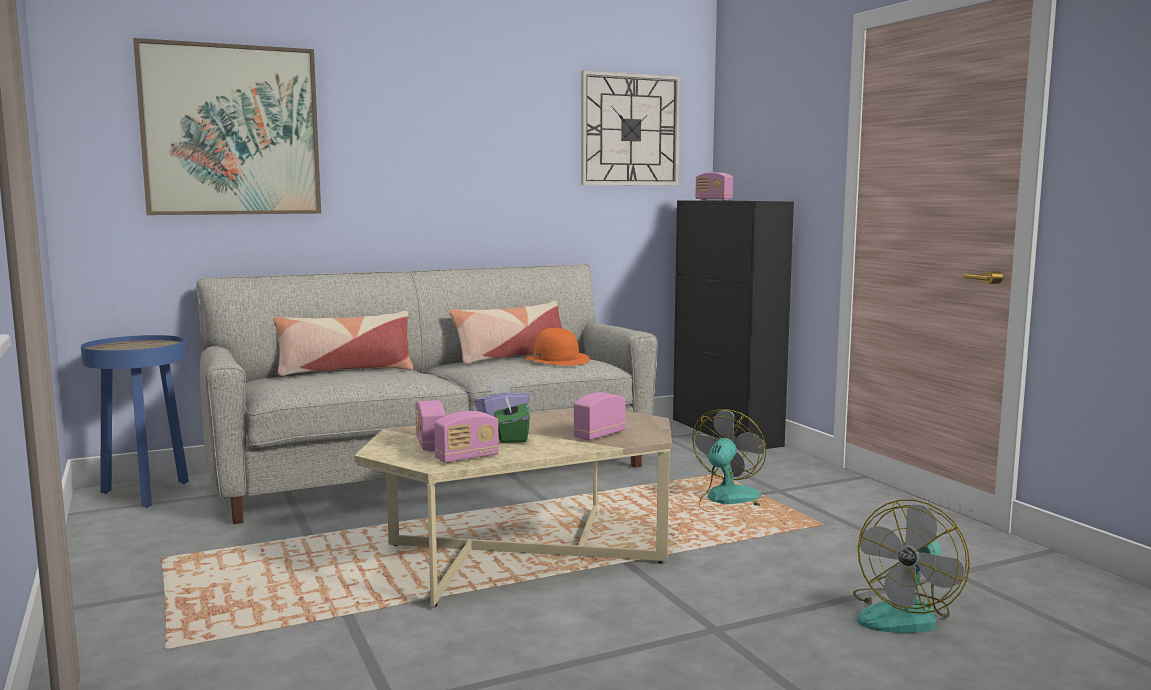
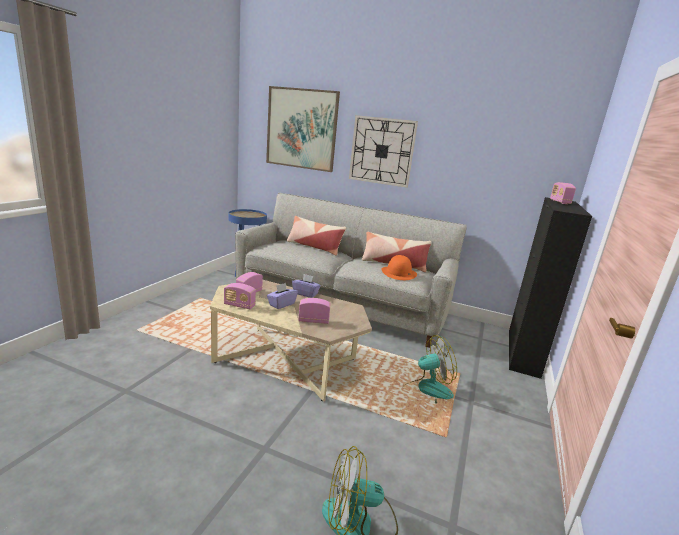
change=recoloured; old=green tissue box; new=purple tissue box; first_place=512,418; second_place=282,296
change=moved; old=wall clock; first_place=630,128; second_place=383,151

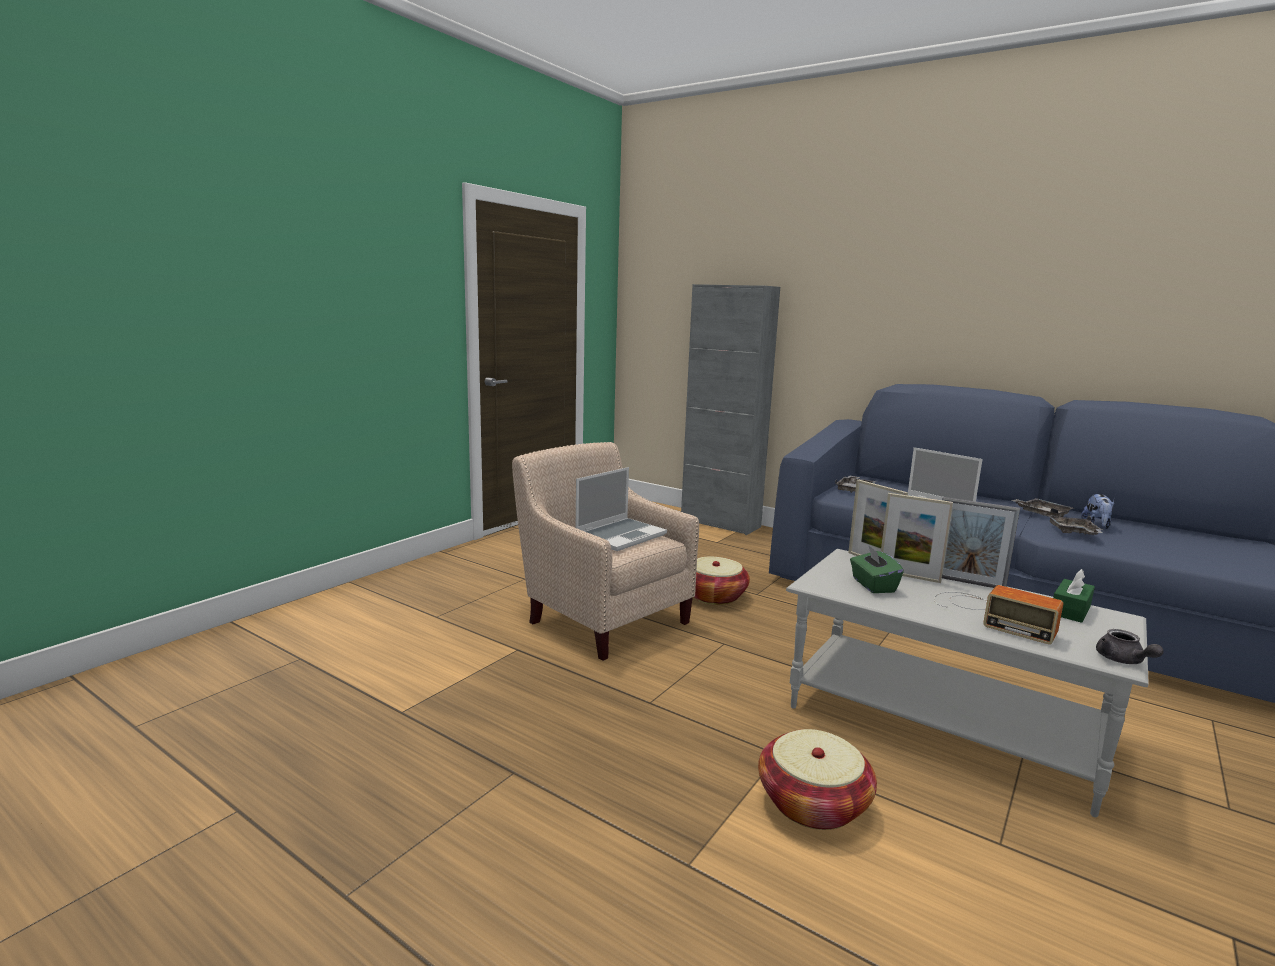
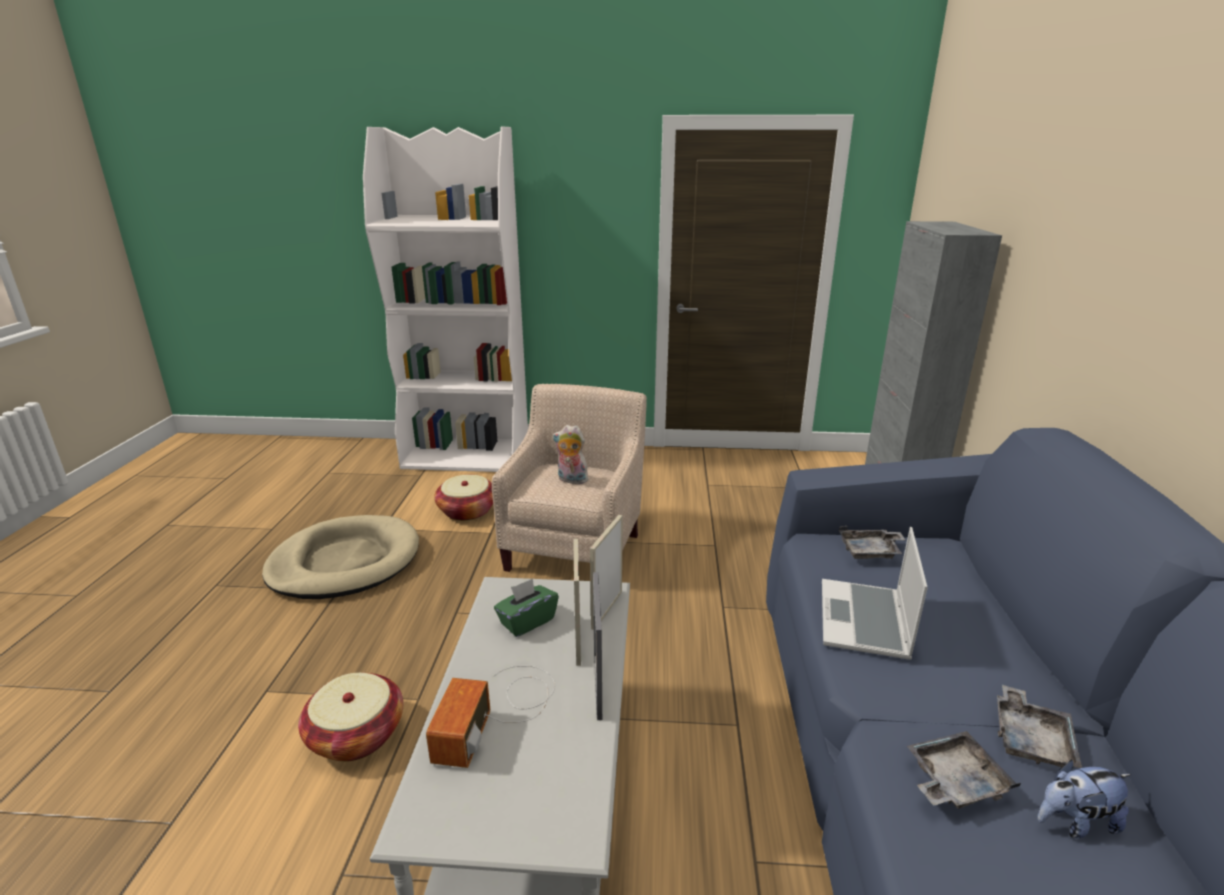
change=added; new=beige dog bed; second_place=340,557
change=added; new=white bookcase; second_place=445,299
change=moved; old=basket; first_place=721,581; second_place=463,498
change=replaced; old=laptop; new=plush toy; first_place=621,509; second_place=570,454
change=removed; old=green tissue box; first_place=1074,596
change=removed; old=grey teapot; first_place=1130,646

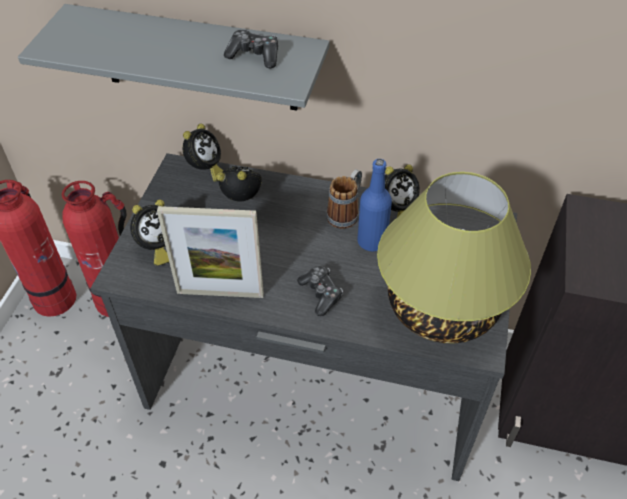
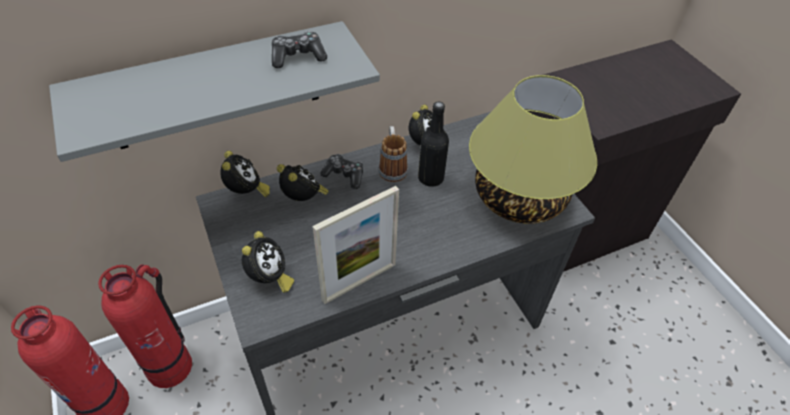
change=turned; old=alarm clock; first_place=239,184; second_place=303,182; degrees=75
change=moved; old=game controller; first_place=320,291; second_place=341,171
change=recoloured; old=blue bottle; new=black bottle; first_place=374,205; second_place=433,144

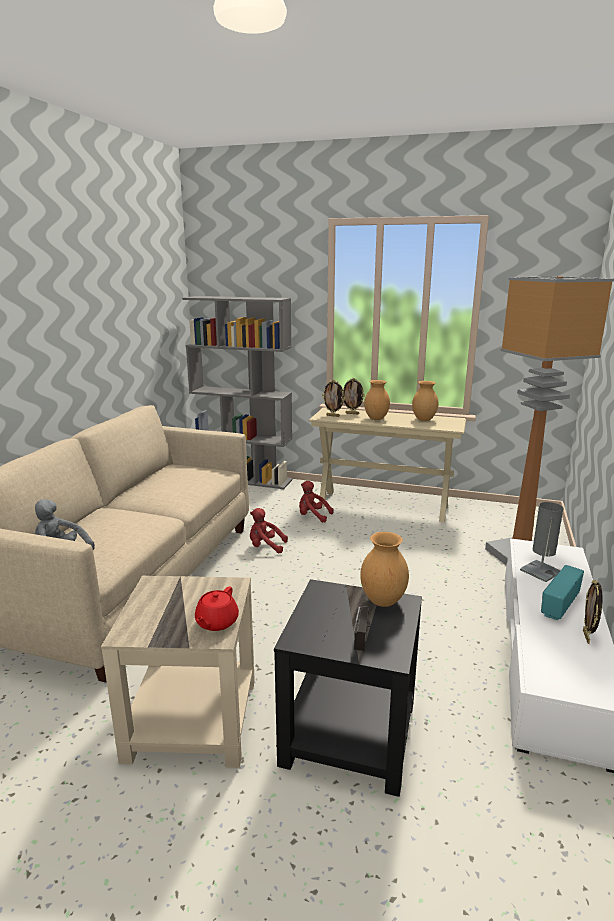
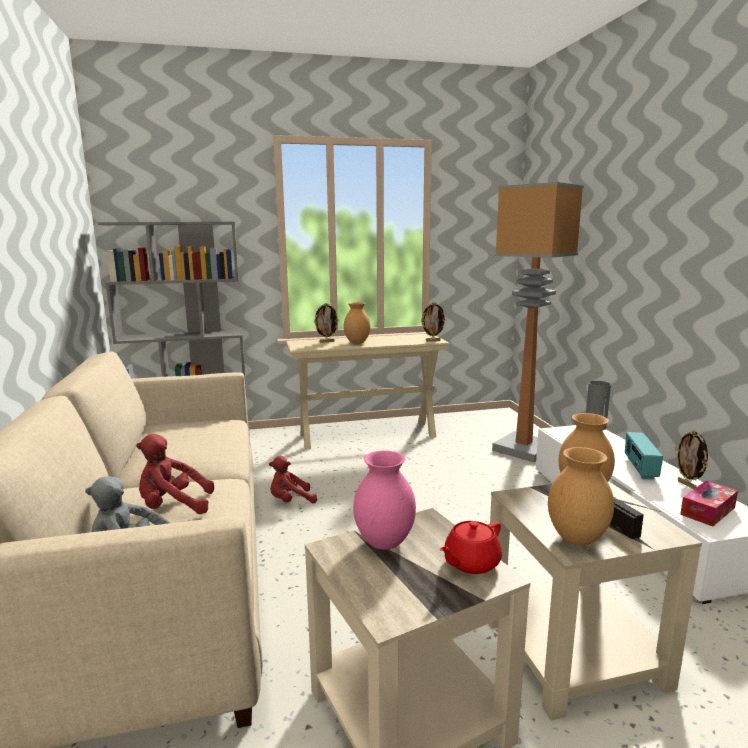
change=moved; old=red plush toy; first_place=316,501; second_place=175,474
change=added; new=pink vase; second_place=384,500
change=moved; old=picture frame; first_place=333,398; second_place=434,321
change=turned; old=red teapot; first_place=217,608; second_place=471,547; degrees=60
change=recoloured; old=black side table; new=beige side table; first_place=348,688; second_place=595,601
change=moved; old=brown vase; first_place=425,401; second_place=581,496
change=added; new=tissue box; second_place=709,503

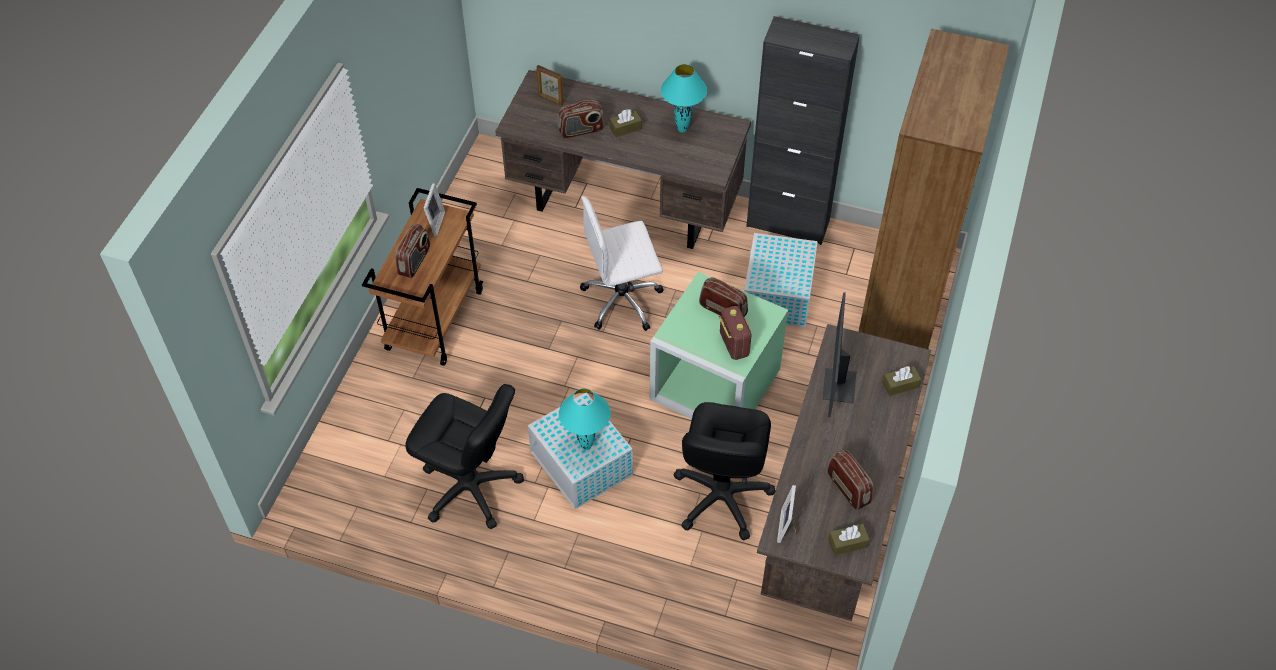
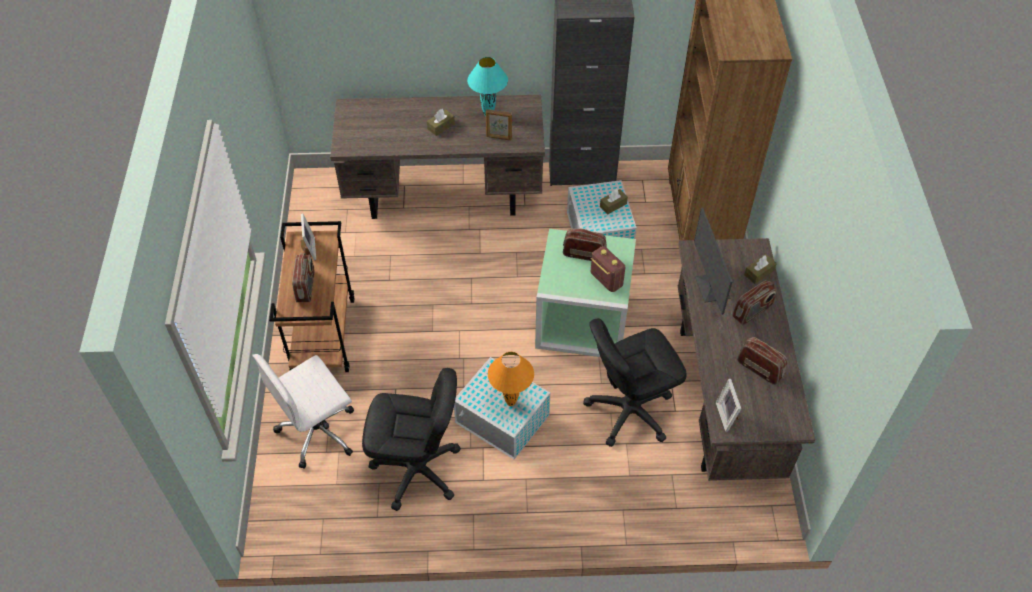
change=moved; old=white office chair; first_place=622,263; second_place=303,411
change=moved; old=picture frame; first_place=550,85; second_place=499,124
change=recoloured; old=turquoise table lamp; new=orange table lamp; first_place=585,419; second_place=511,379
change=turned; old=black office chair; first_place=724,471; second_place=635,382; degrees=75
change=moved; old=brown tissue box; first_place=849,539; second_place=614,201
change=moved; old=radio; first_place=581,119; second_place=754,302

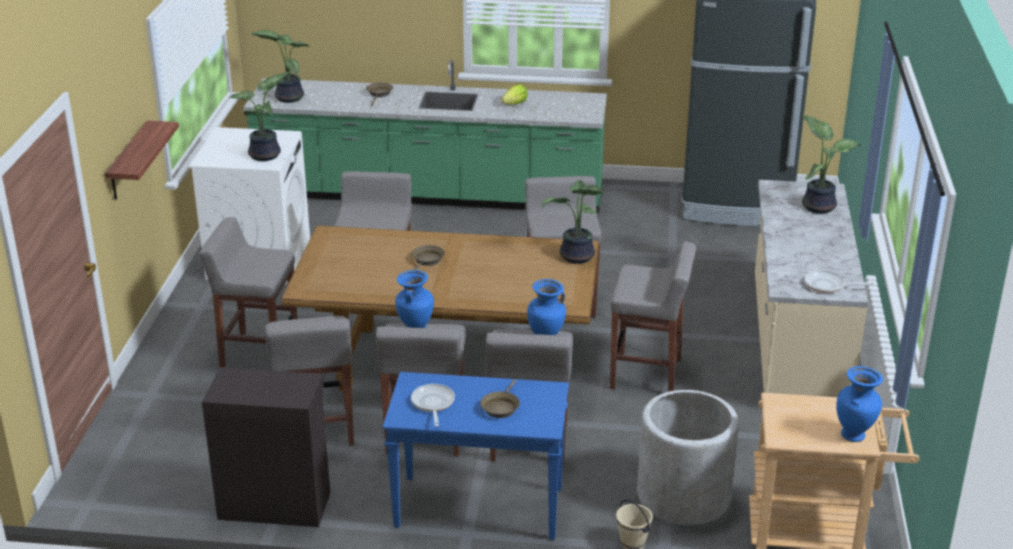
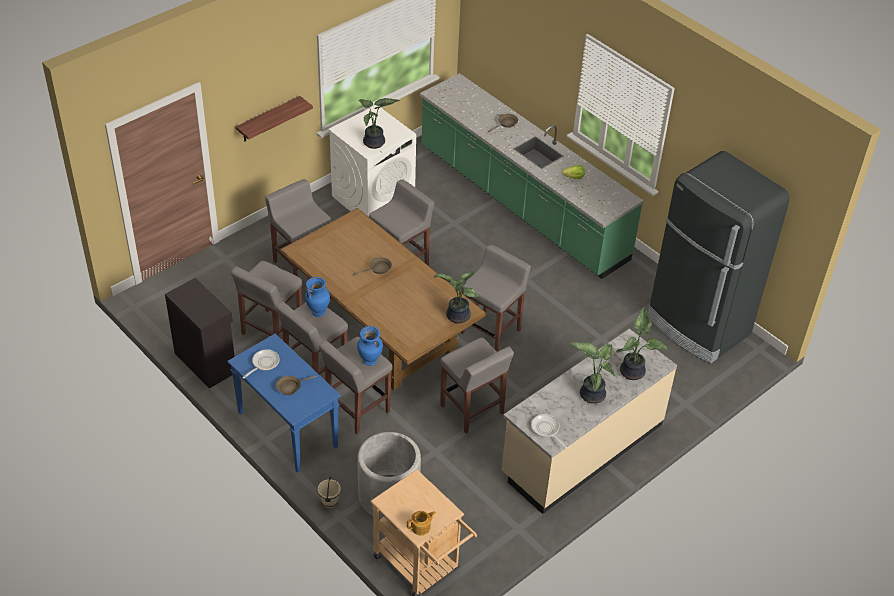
change=replaced; old=blue vase; new=teapot; first_place=859,404; second_place=421,523
change=moved; old=potted plant; first_place=280,66; second_place=592,373

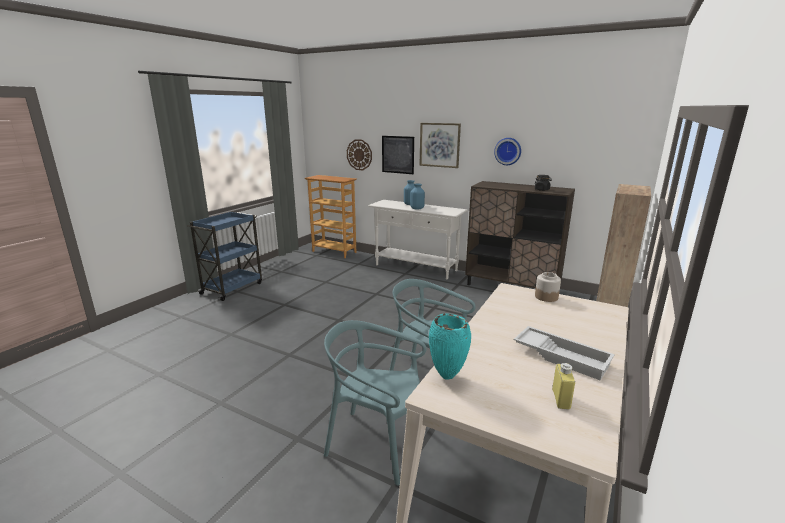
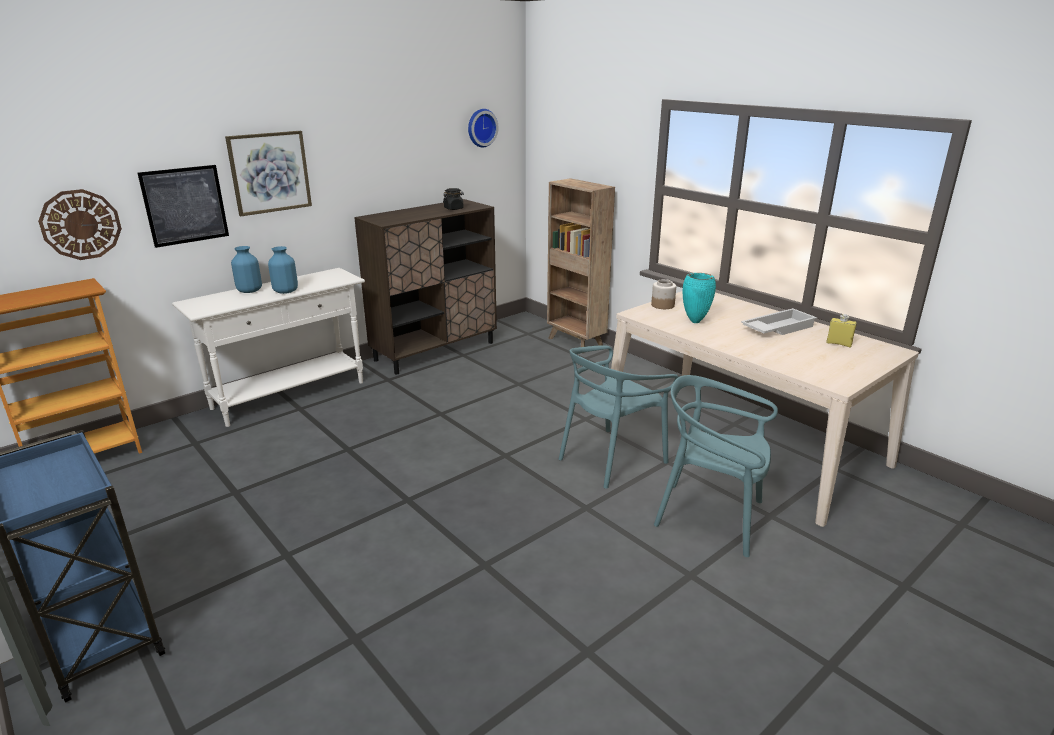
change=moved; old=wall clock; first_place=507,151; second_place=483,128
change=turned; old=turquoise chair; first_place=375,402; second_place=716,466; degrees=75
change=moved; old=turquoise vase; first_place=450,346; second_place=699,298

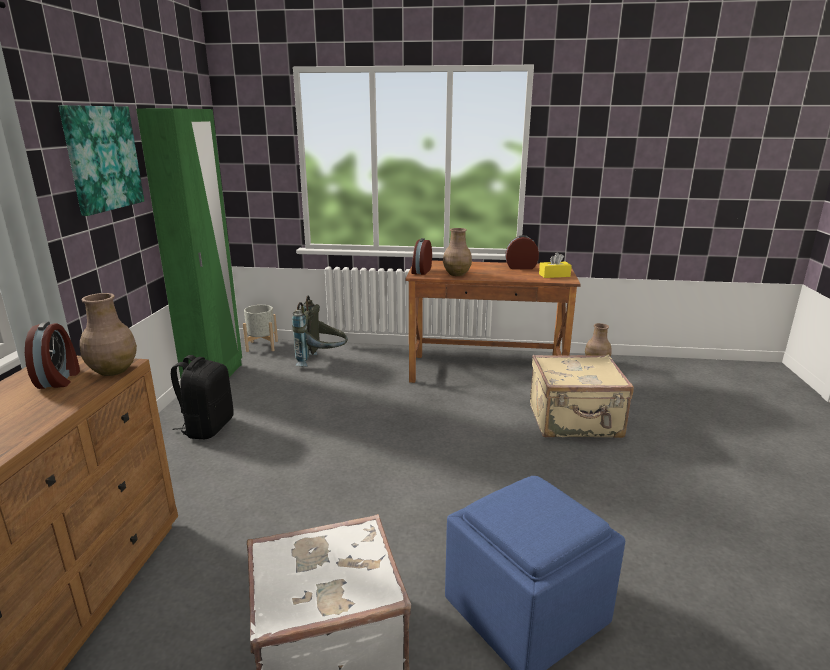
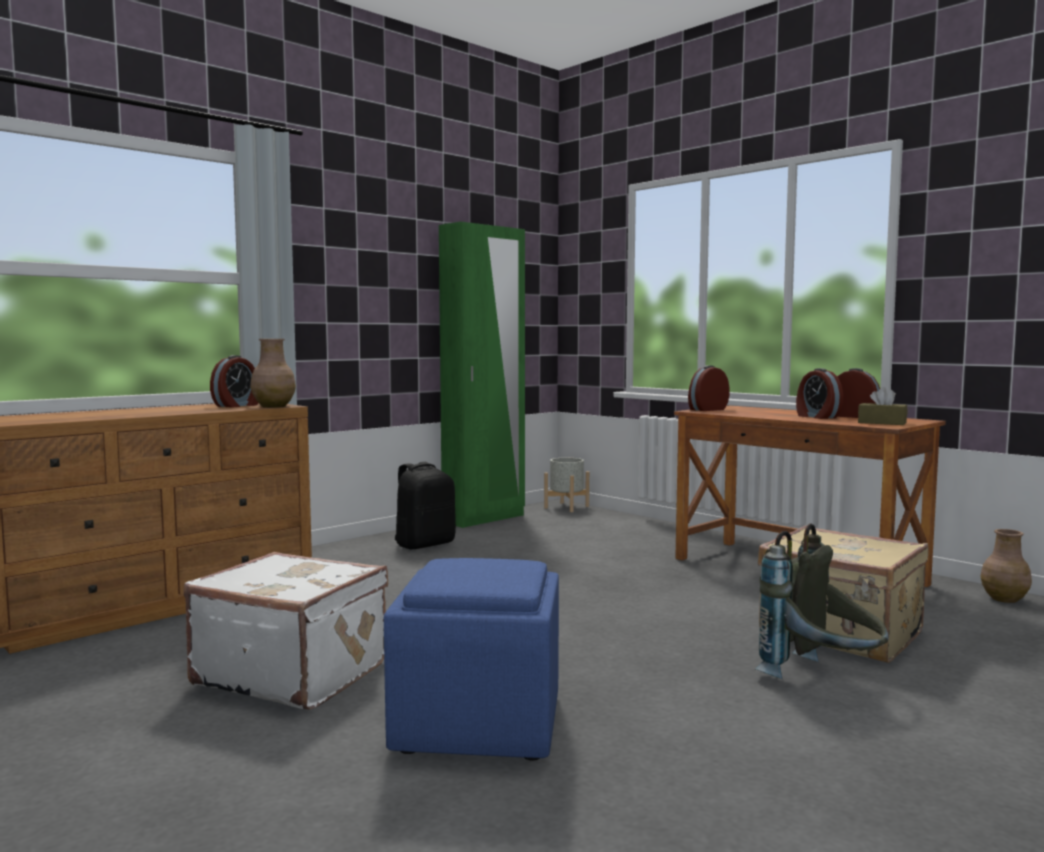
change=moved; old=grey backpack; first_place=320,331; second_place=822,601
change=added; new=alarm clock; second_place=819,393
change=recoloured; old=yellow tissue box; new=brown tissue box; first_place=555,265; second_place=882,406
change=removed; old=picture; first_place=101,160
change=removed; old=brown vase; first_place=457,252

